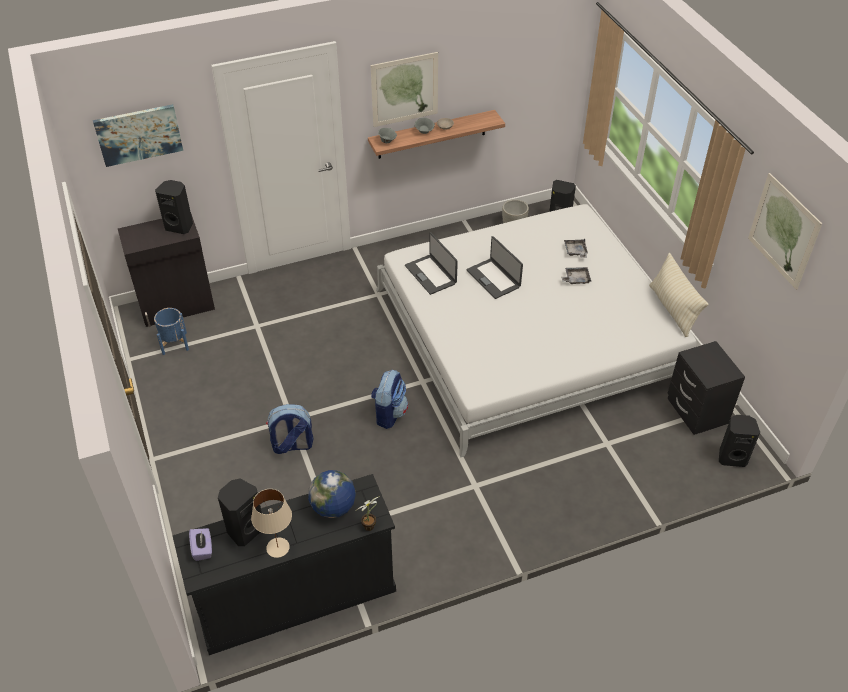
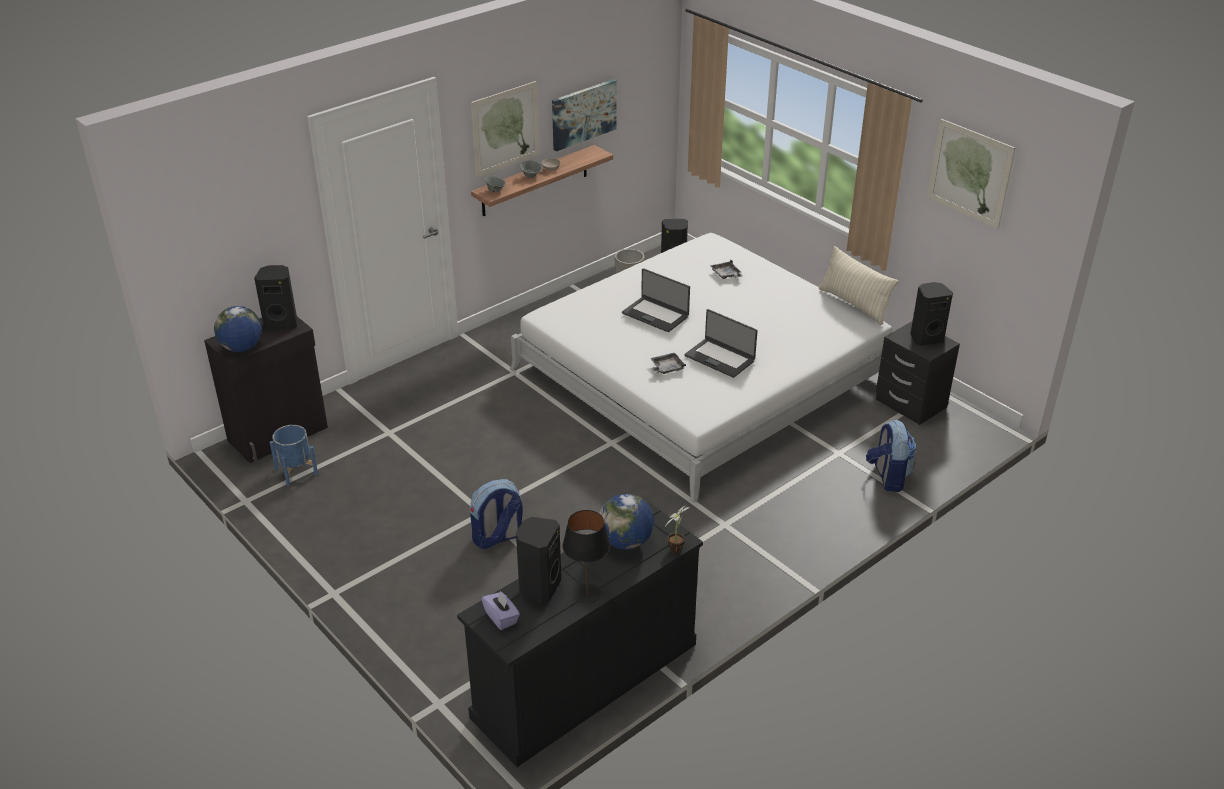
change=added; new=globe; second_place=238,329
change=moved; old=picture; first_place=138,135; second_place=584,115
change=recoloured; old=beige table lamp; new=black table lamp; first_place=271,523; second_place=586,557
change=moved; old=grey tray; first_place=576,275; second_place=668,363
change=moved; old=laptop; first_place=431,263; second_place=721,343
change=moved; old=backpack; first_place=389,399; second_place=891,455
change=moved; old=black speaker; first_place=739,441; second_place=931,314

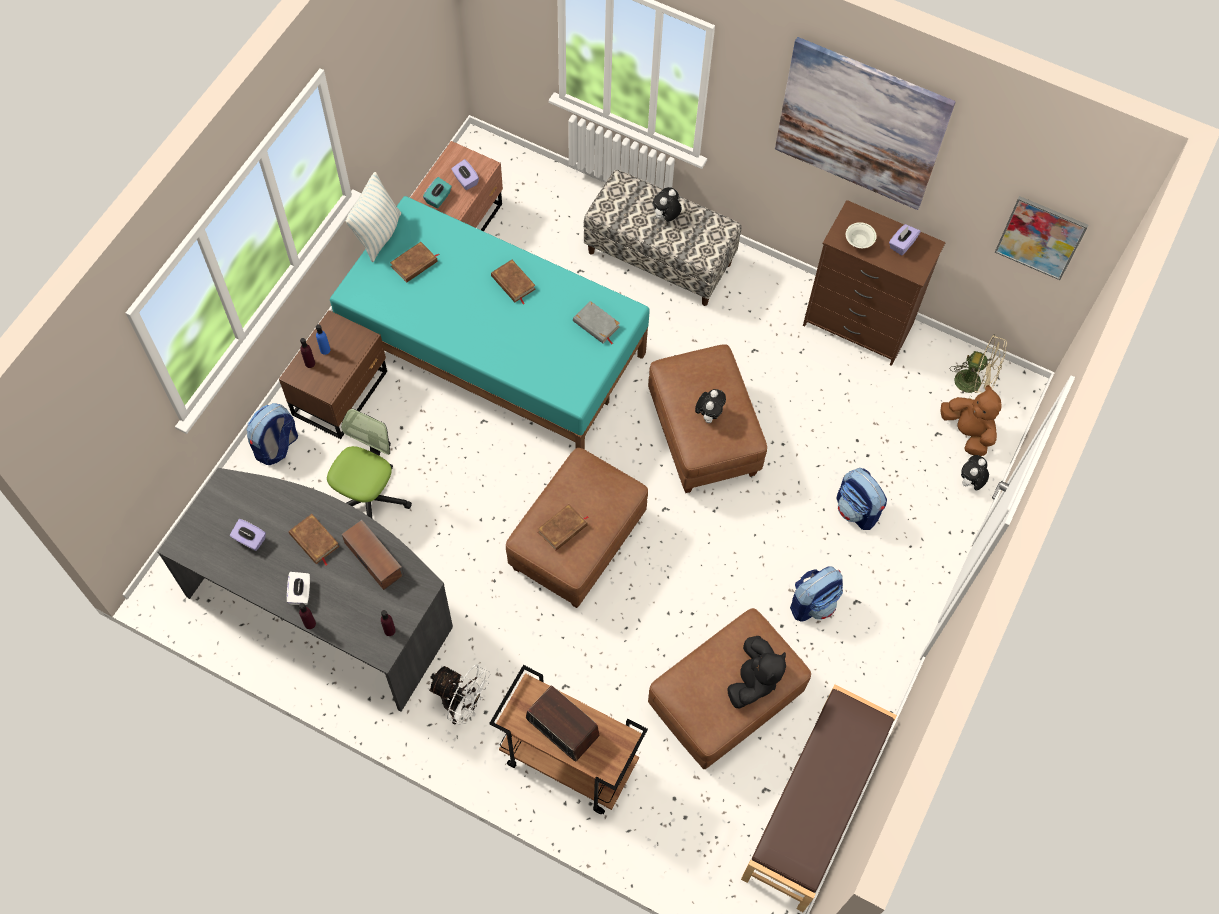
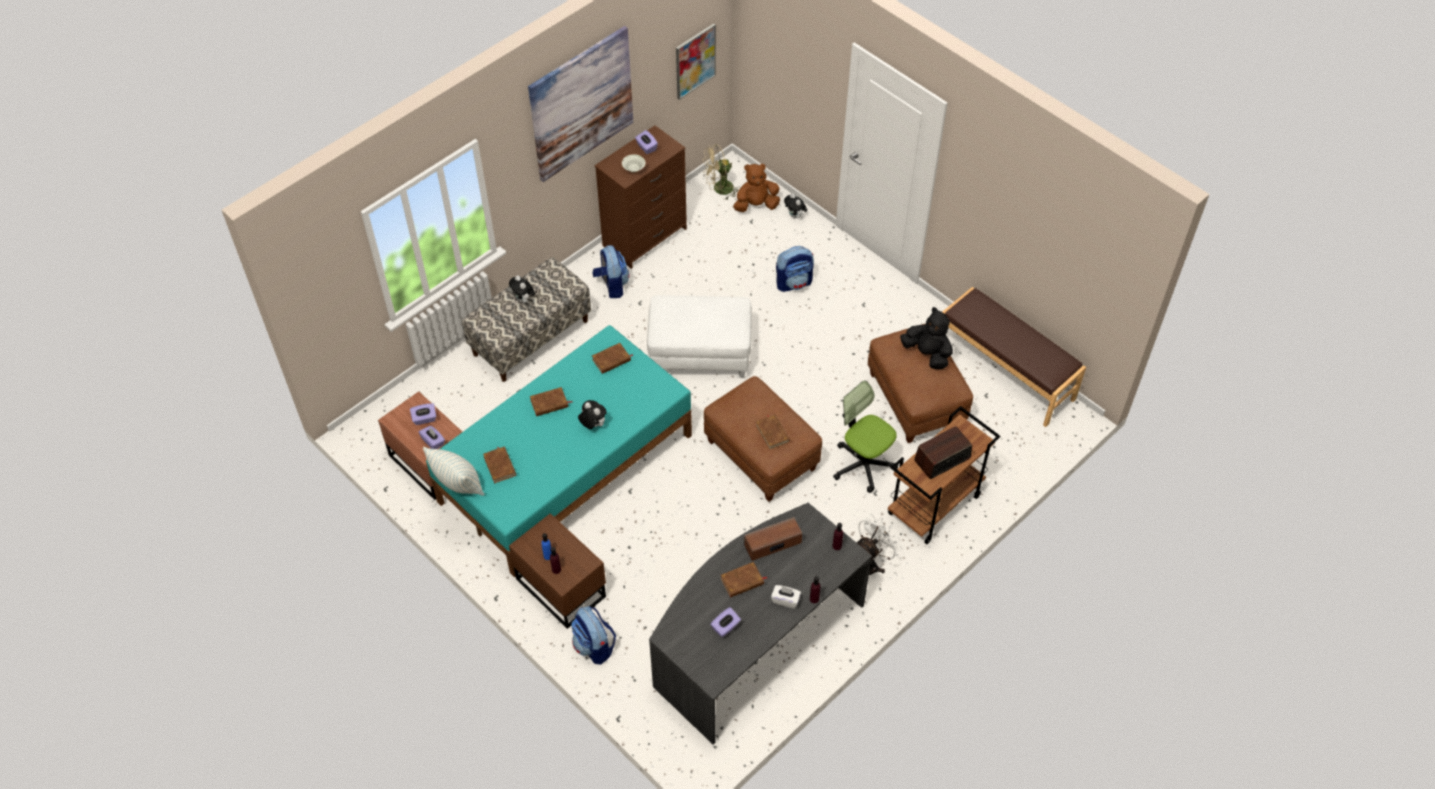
change=recoloured; old=turquoise tissue box; new=purple tissue box; first_place=437,192; second_place=431,437
change=moved; old=plush toy; first_place=710,406; second_place=592,414
change=recoloured; old=grey book; new=brown book; first_place=596,322; second_place=612,358
change=moved; old=backpack; first_place=816,594; second_place=611,271
change=recoloured; old=brown ottoman; new=white ottoman; first_place=707,418; second_place=699,336
change=turned; old=beige fan; first_place=978,366; second_place=720,172; degrees=-150
change=moved; old=office chair; first_place=369,463; second_place=865,436

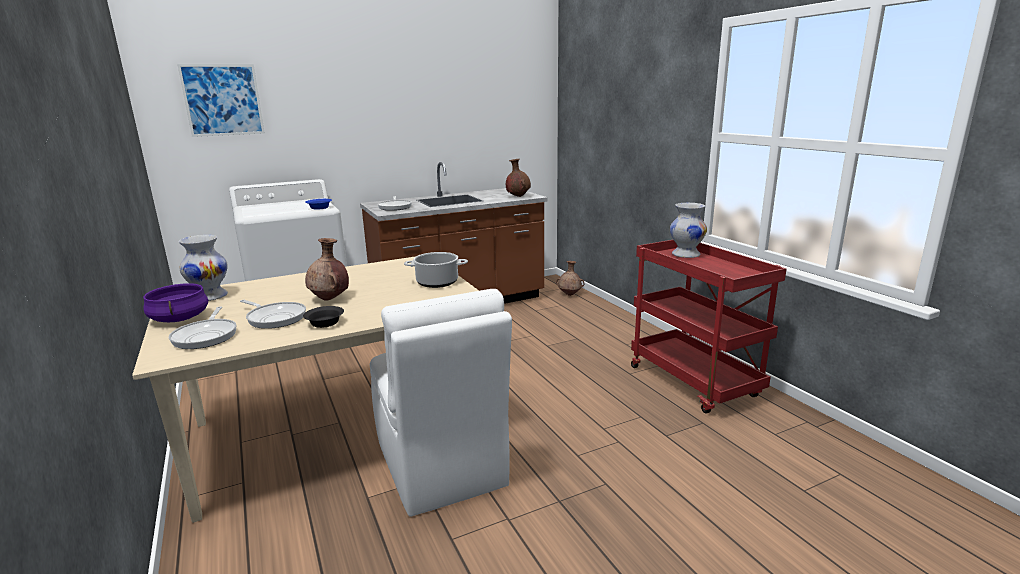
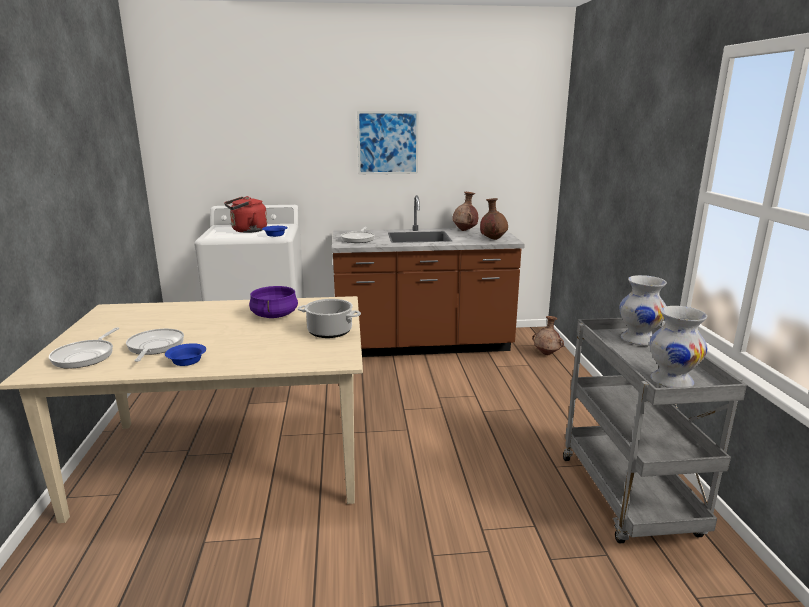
change=turned; old=frying pan; first_place=273,314; second_place=155,345; degrees=-150
change=recoloured; old=black bowl; new=blue bowl; first_place=323,317; second_place=185,354
change=added; new=red kettle; second_place=245,214
change=moved; old=purple cooking pot; first_place=175,302; second_place=273,302
change=moved; old=picture; first_place=221,100; second_place=388,142
change=moved; old=brown vase; first_place=327,269; second_place=465,211
change=recoloured; old=red cart; new=grey cart; first_place=708,327; second_place=655,430
change=moved; old=white vase; first_place=203,268; second_place=678,347
change=removed; old=white chair; first_place=441,403

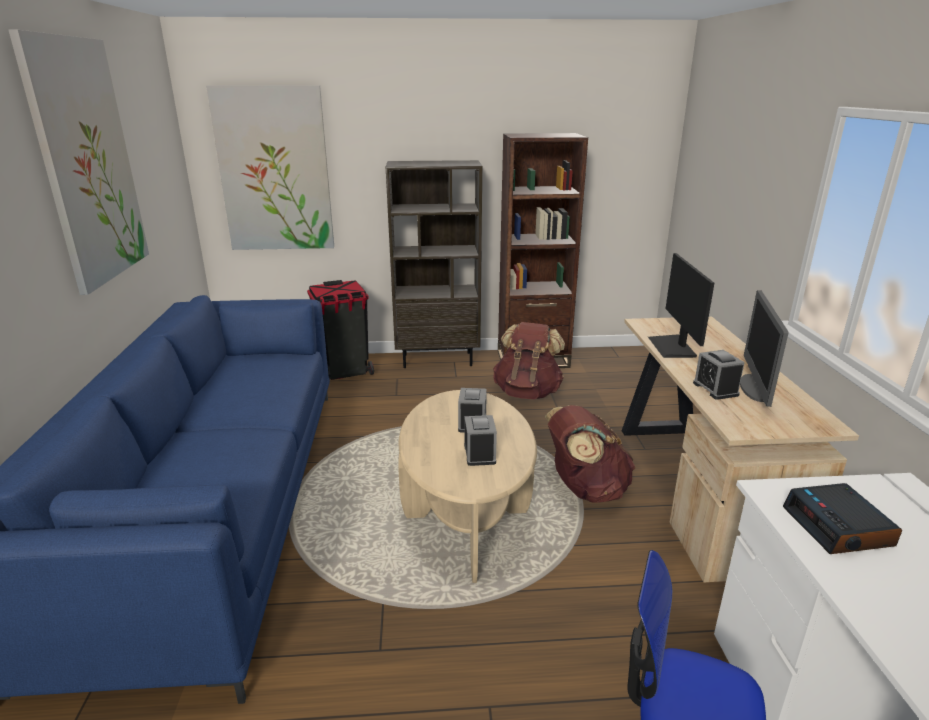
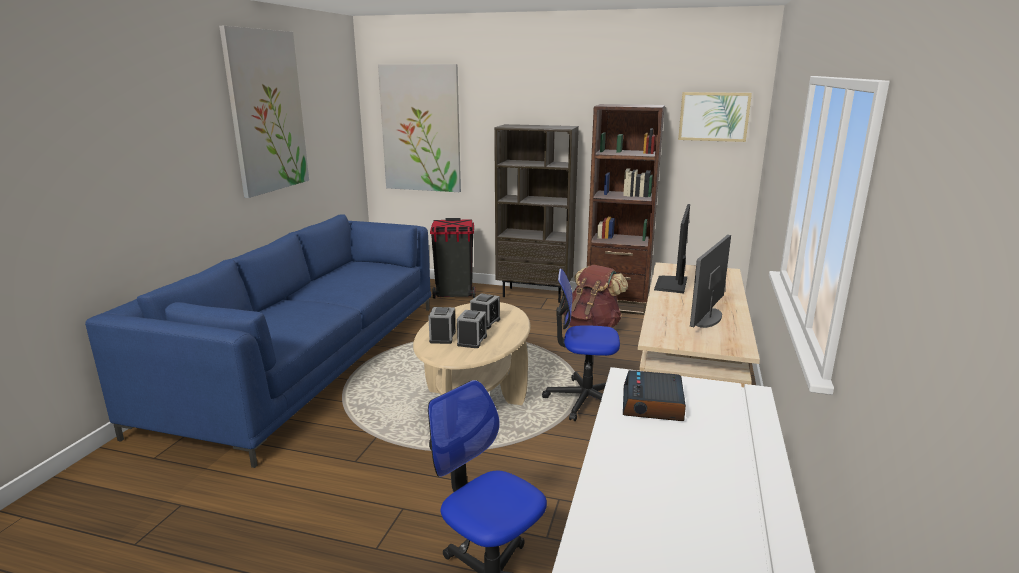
change=moved; old=alarm clock; first_place=719,375; second_place=442,325
change=replaced; old=brown backpack; new=office chair; first_place=590,454; second_place=581,345
change=added; new=picture; second_place=715,117

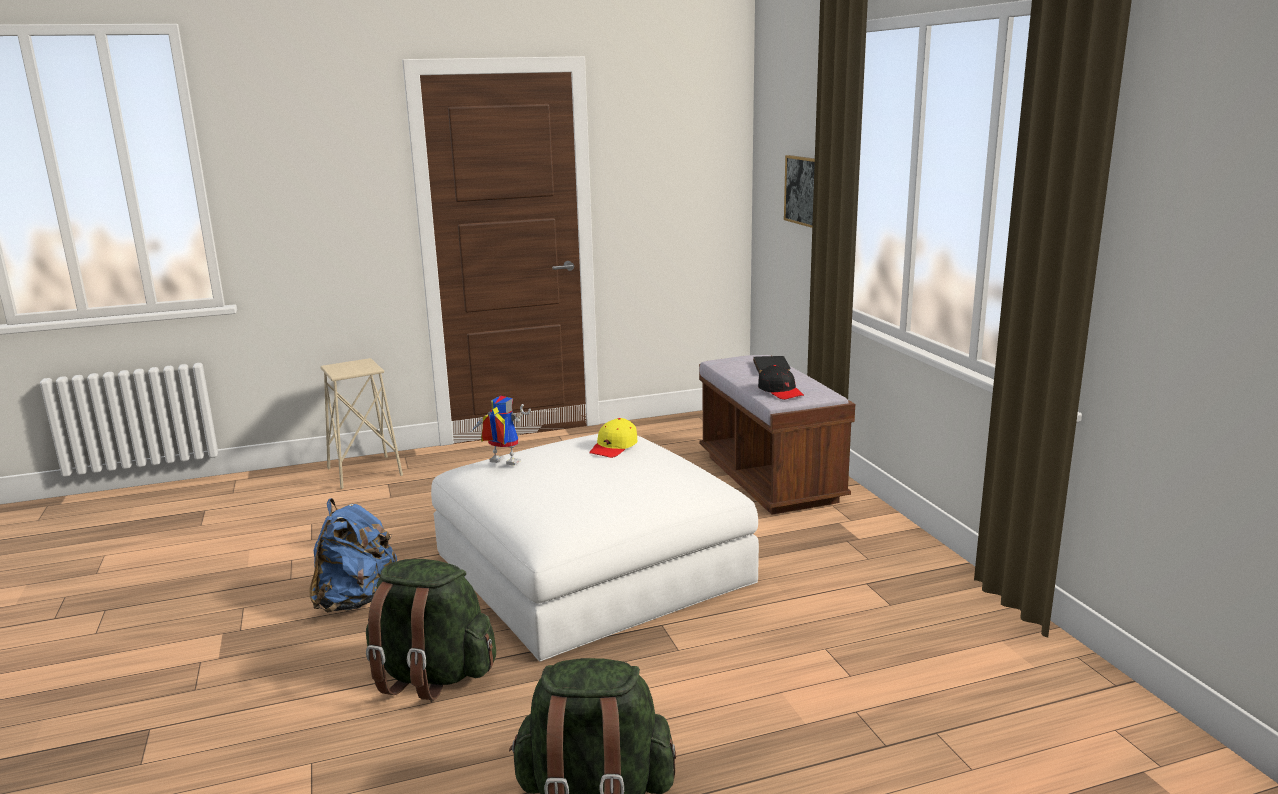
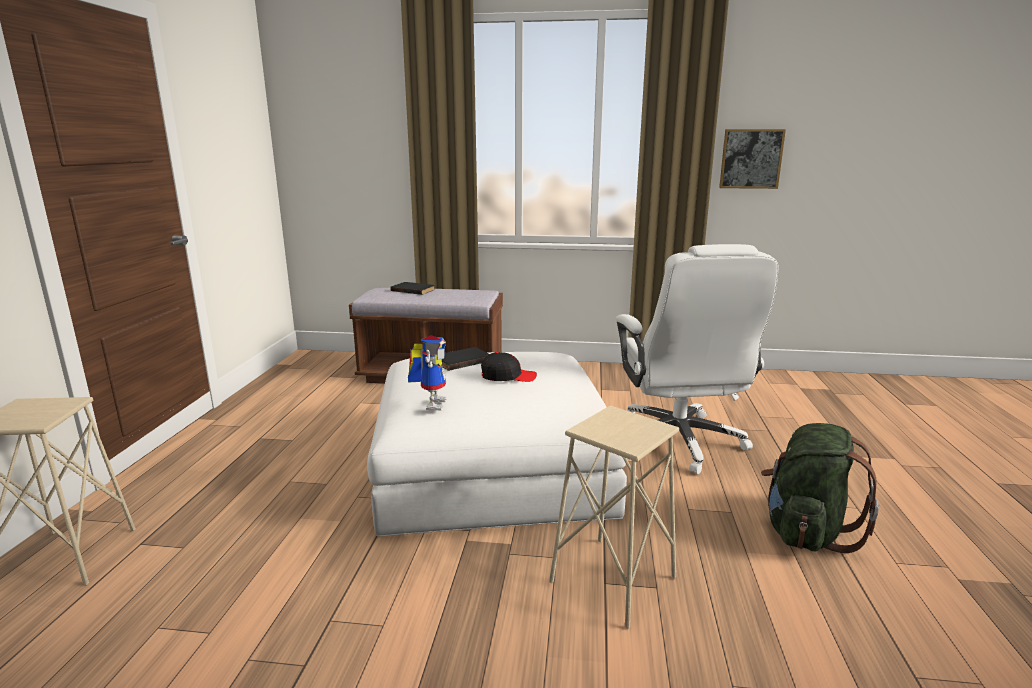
change=turned; old=toy robot; first_place=501,431; second_place=427,373; degrees=135
change=replaced; old=yellow cap; new=black book; first_place=613,438; second_place=465,359
change=moved; old=black cap; first_place=781,382; second_place=509,367
change=replaced; old=green backpack; new=beige stool; first_place=431,629; second_place=614,517
change=added; new=white office chair; second_place=697,359
change=moved; old=picture; first_place=799,191; second_place=752,159
change=removed; old=blue backpack; first_place=353,555

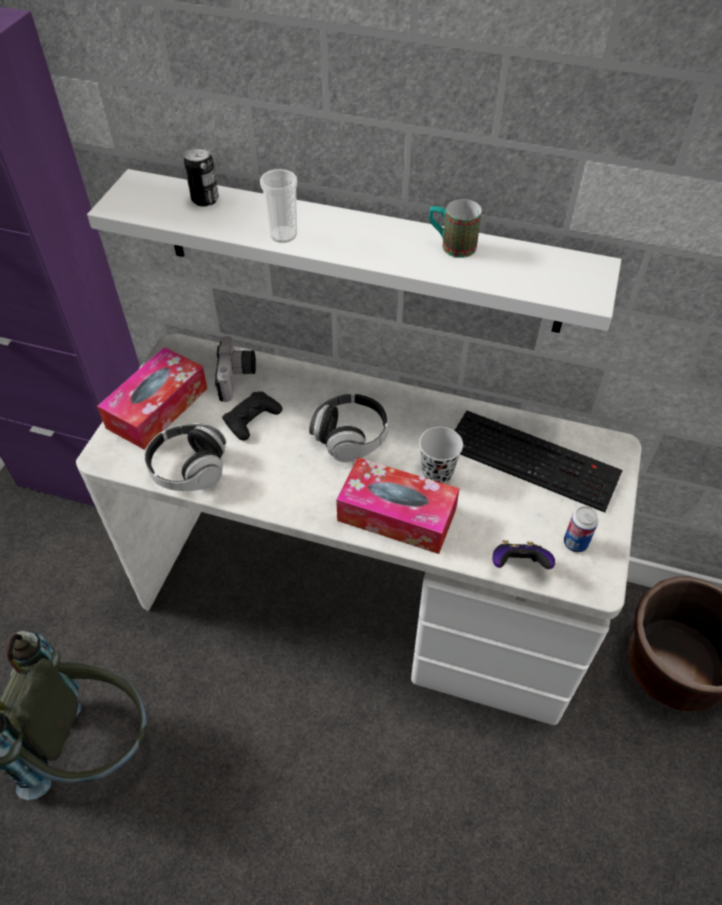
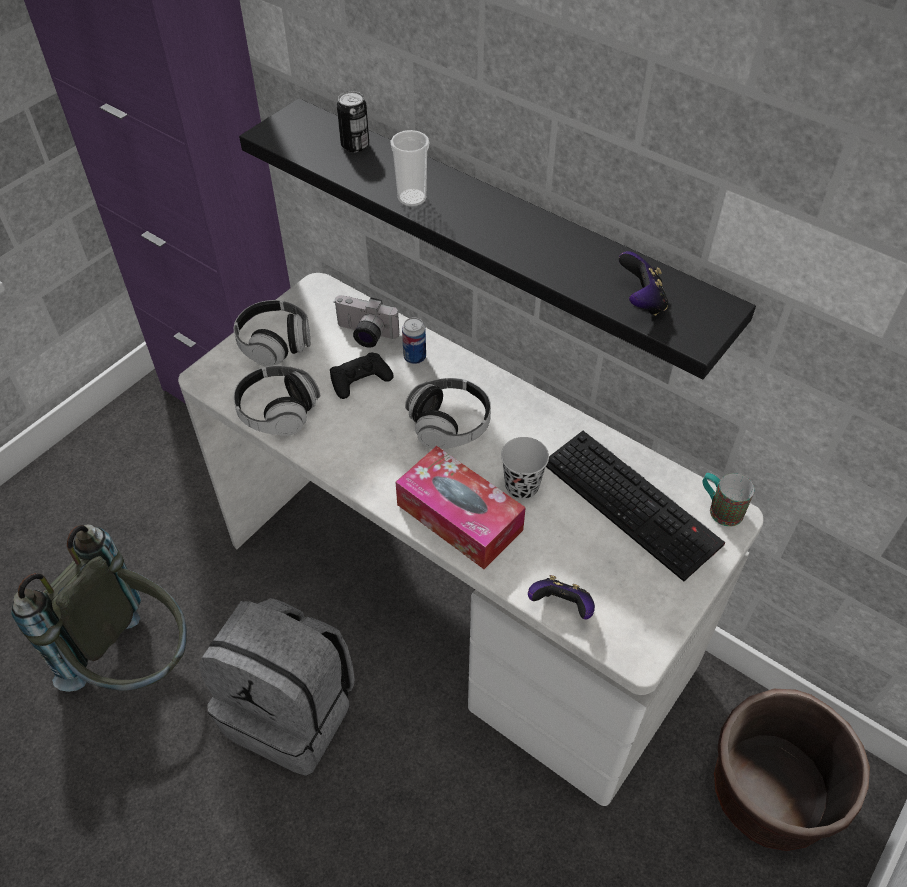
change=added; new=grey backpack; second_place=277,687
change=replaced; old=tissue box; new=headphones; first_place=152,398; second_place=272,333
change=recoloured; old=white shelf; new=black shelf; first_place=354,251; second_place=497,238
change=turned; old=photo camera; first_place=235,369; second_place=366,321; degrees=90
change=moved; old=can; first_place=581,529; second_place=414,341
change=added; new=game controller; second_place=643,283
change=moved; old=mug; first_place=455,228; second_place=728,500

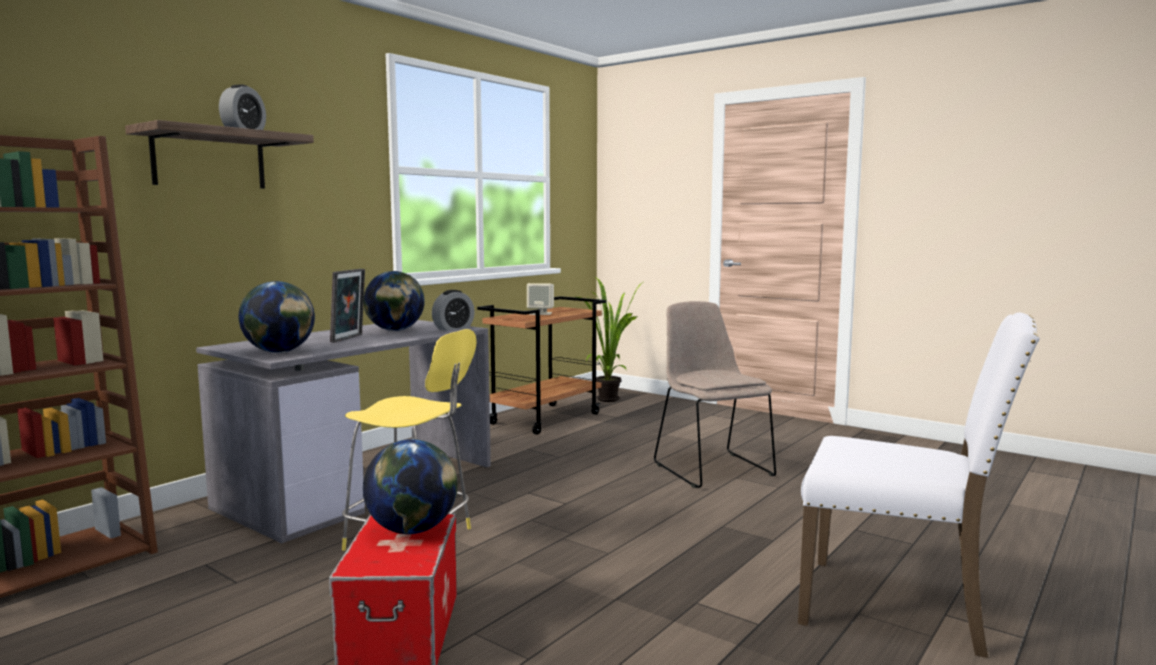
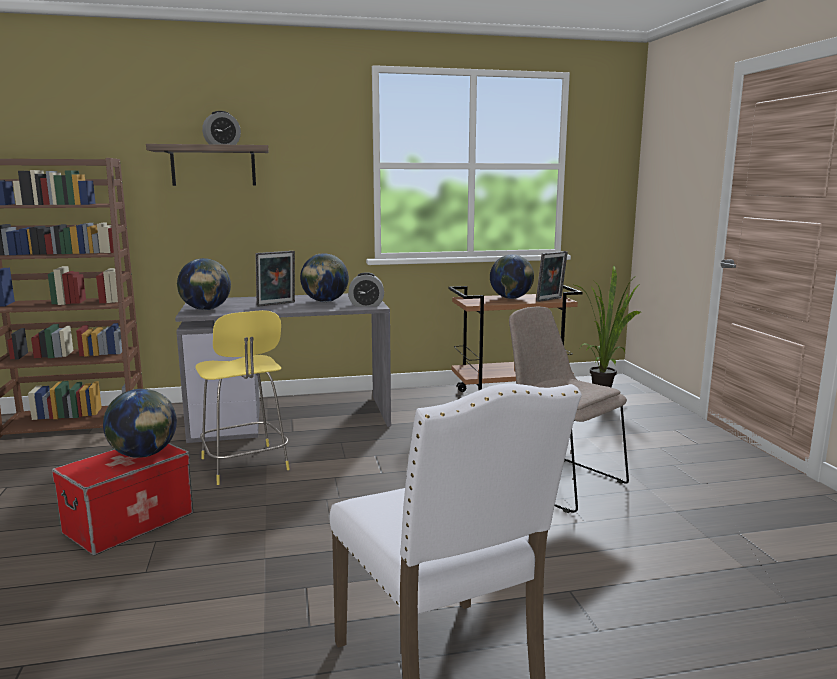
change=replaced; old=beige speaker; new=globe; first_place=540,299; second_place=512,276
change=turned; old=beige chair; first_place=715,394; second_place=569,410; degrees=-60
change=added; new=picture frame; second_place=552,276

